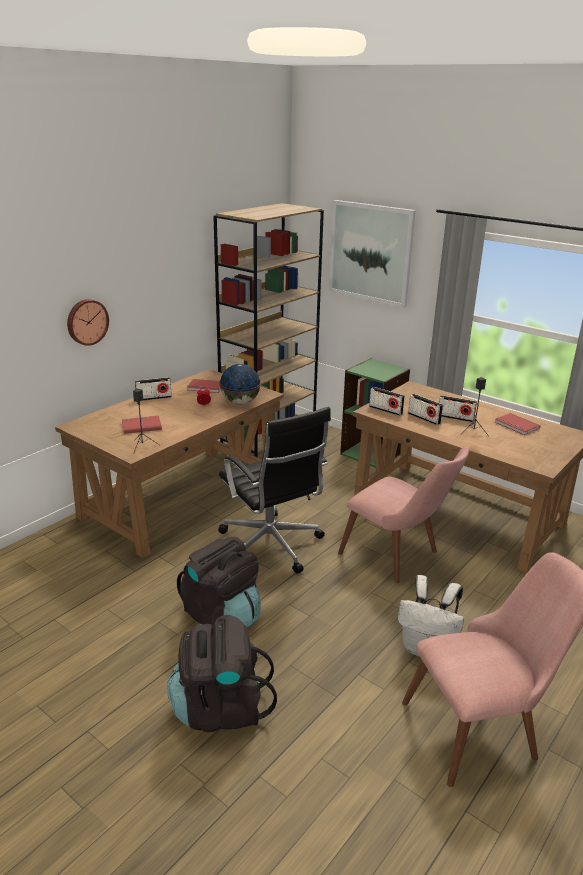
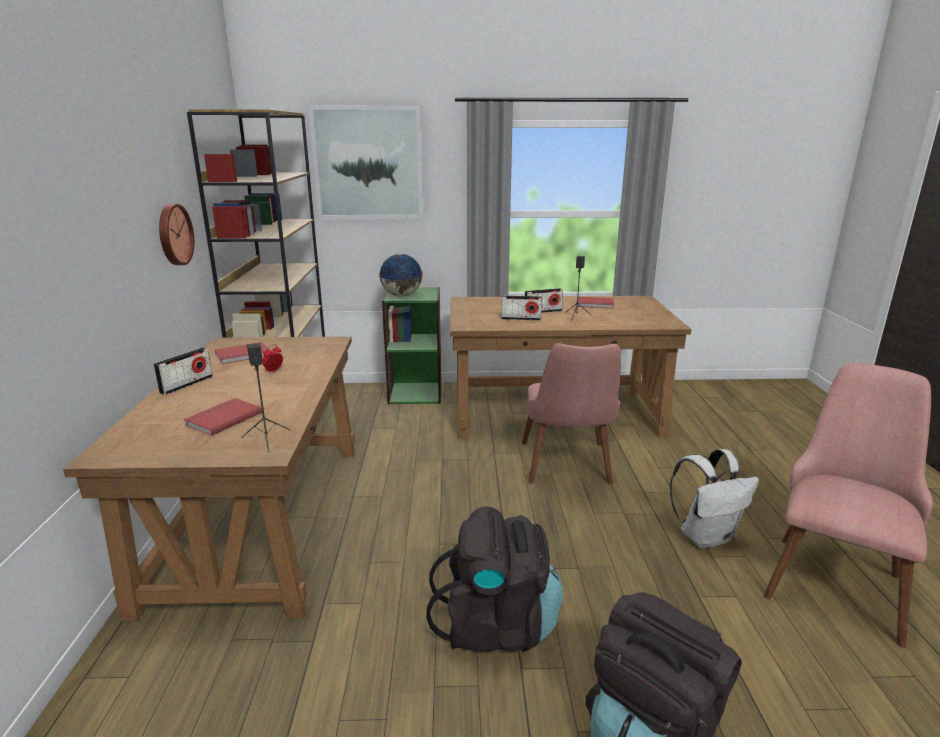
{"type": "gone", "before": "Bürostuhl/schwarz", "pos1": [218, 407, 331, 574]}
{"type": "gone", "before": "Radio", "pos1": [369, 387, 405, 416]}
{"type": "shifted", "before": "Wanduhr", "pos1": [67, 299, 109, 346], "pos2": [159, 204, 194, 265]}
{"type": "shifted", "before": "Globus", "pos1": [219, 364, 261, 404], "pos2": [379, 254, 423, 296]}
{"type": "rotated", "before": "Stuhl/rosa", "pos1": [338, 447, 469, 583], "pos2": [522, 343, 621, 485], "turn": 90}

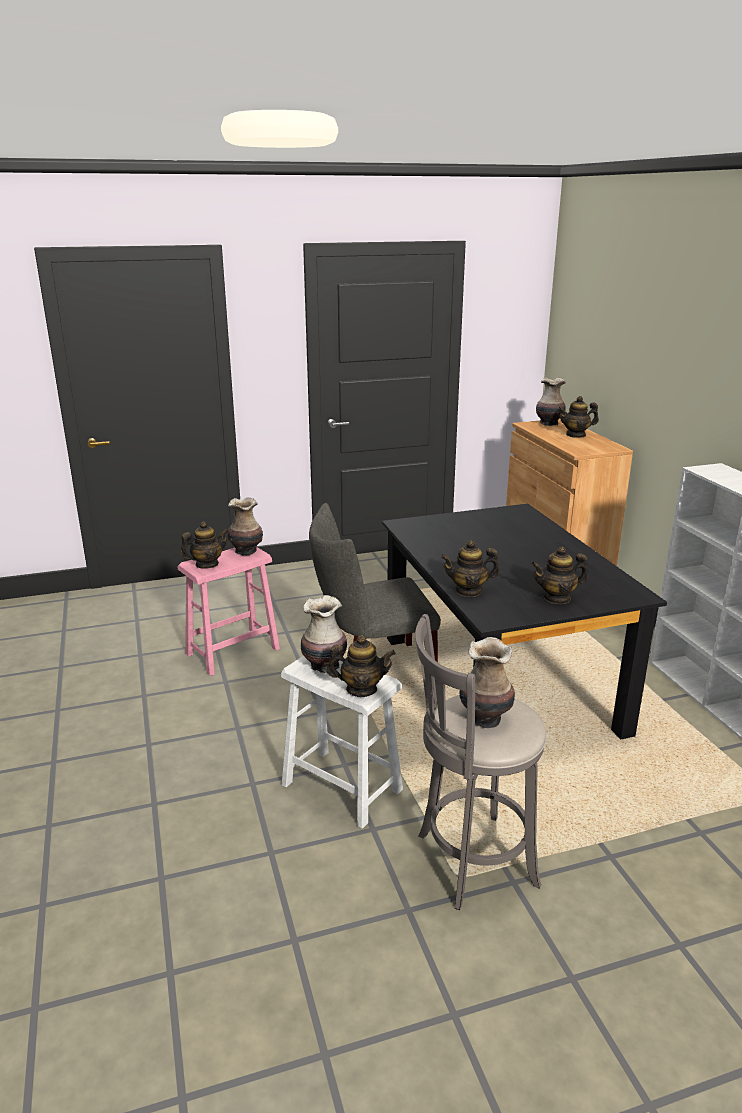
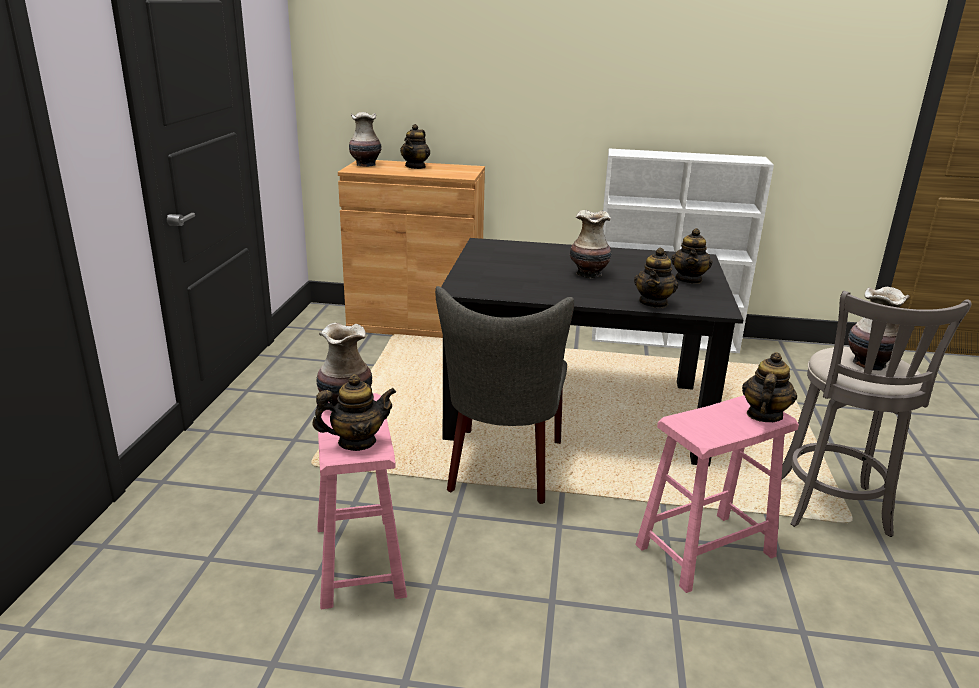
{"type": "shifted", "before": "Vase", "pos1": [301, 595, 347, 673], "pos2": [570, 210, 611, 279]}
{"type": "repainted", "before": "Hocker/weiß", "after": "Hocker/rosa", "pos1": [281, 656, 403, 829], "pos2": [635, 395, 799, 593]}
{"type": "rotated", "before": "Teekanne", "pos1": [180, 521, 228, 568], "pos2": [312, 374, 396, 451], "turn": 75}

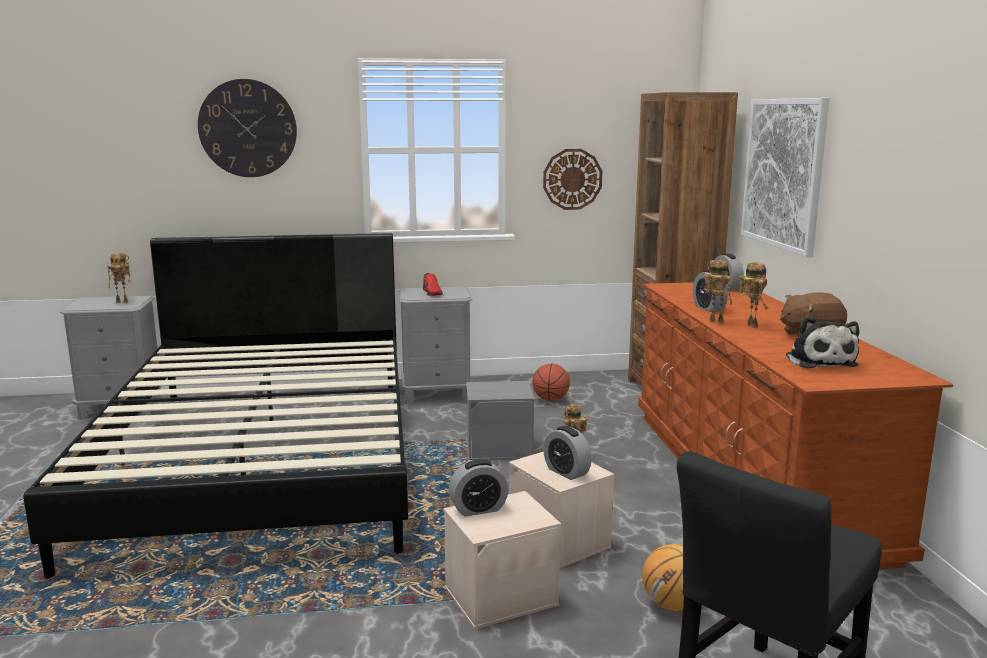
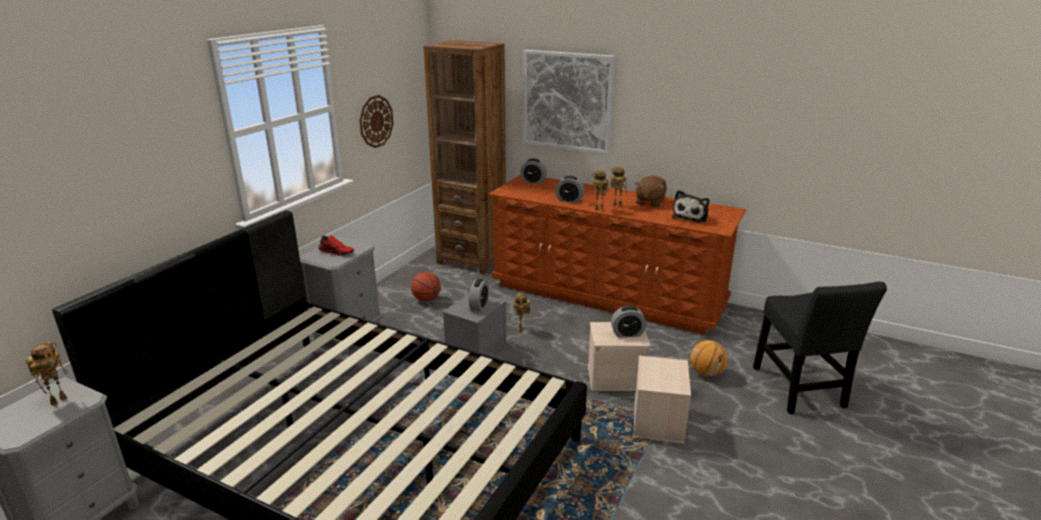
{"type": "gone", "before": "Wanduhr", "pos1": [198, 79, 297, 177]}
{"type": "shifted", "before": "Wecker", "pos1": [449, 459, 508, 517], "pos2": [469, 279, 489, 311]}
{"type": "rotated", "before": "Plüschtier", "pos1": [786, 317, 859, 368], "pos2": [672, 190, 709, 222], "turn": 90}

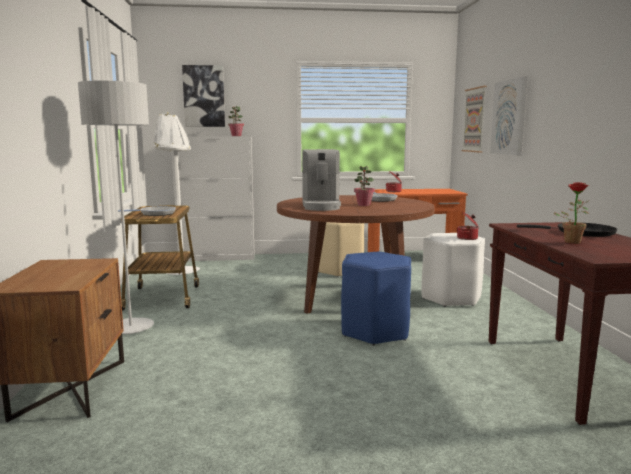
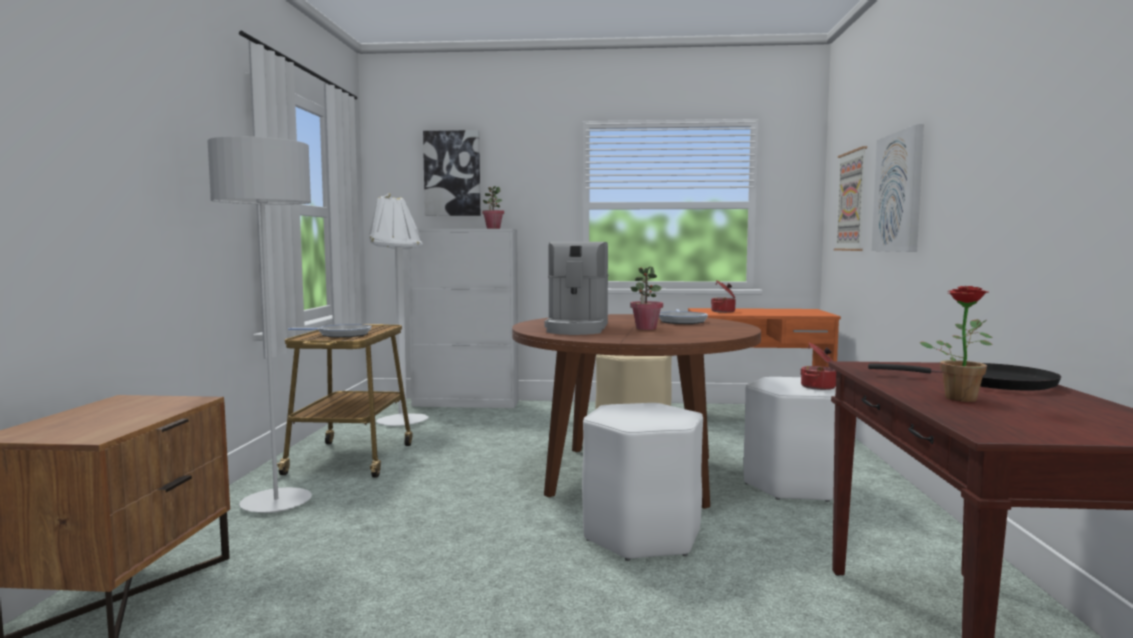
{"type": "repainted", "before": "Hocker/blau", "after": "Hocker/weiß", "pos1": [341, 252, 411, 345], "pos2": [582, 403, 703, 561]}

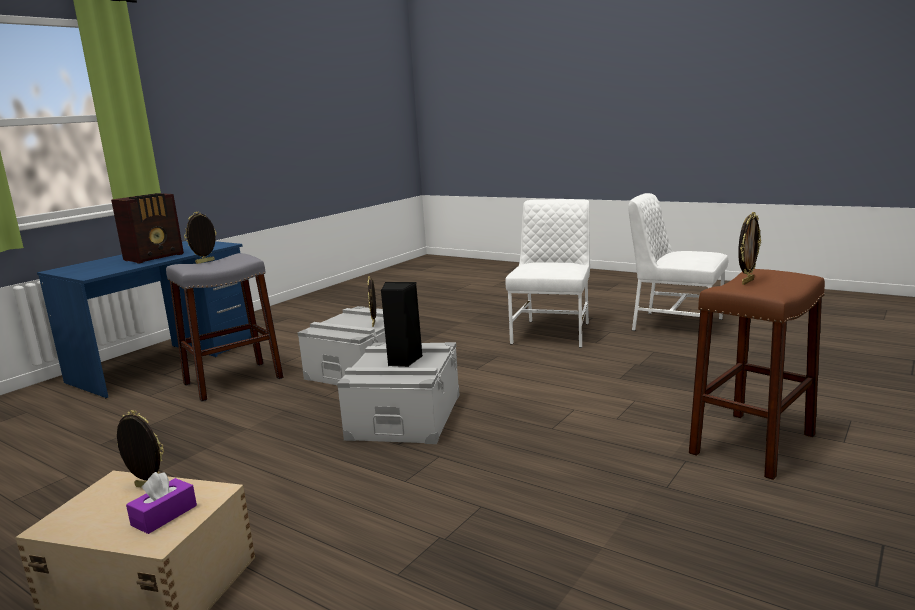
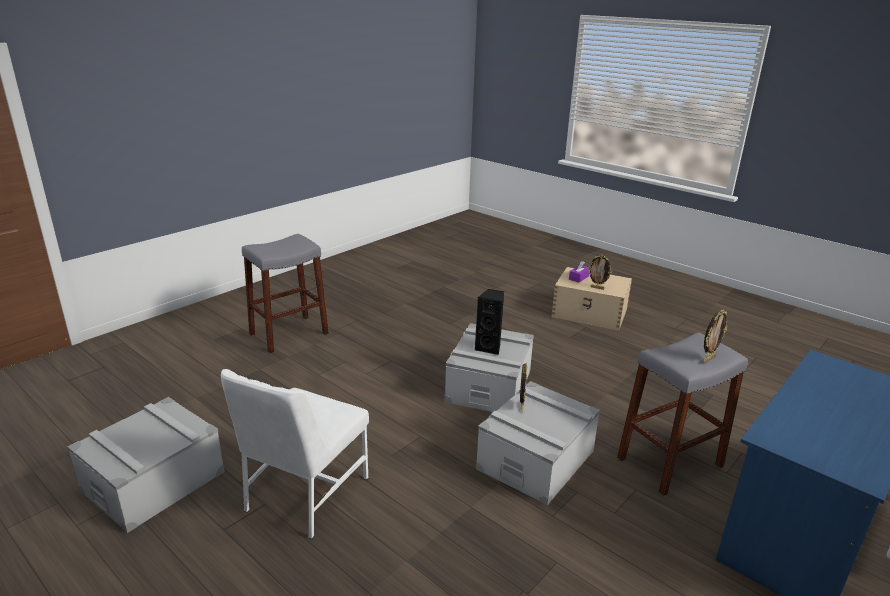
{"type": "gone", "before": "Radio", "pos1": [111, 193, 184, 264]}
{"type": "gone", "before": "Bilderrahmen", "pos1": [738, 212, 761, 285]}
{"type": "swapped", "before": "Stuhl/weiß", "after": "Aufbewahrungsbox/grau", "pos1": [628, 193, 728, 331], "pos2": [67, 397, 224, 533]}
{"type": "repainted", "before": "Hocker/braun", "after": "Hocker/grau", "pos1": [689, 269, 825, 480], "pos2": [242, 234, 329, 353]}

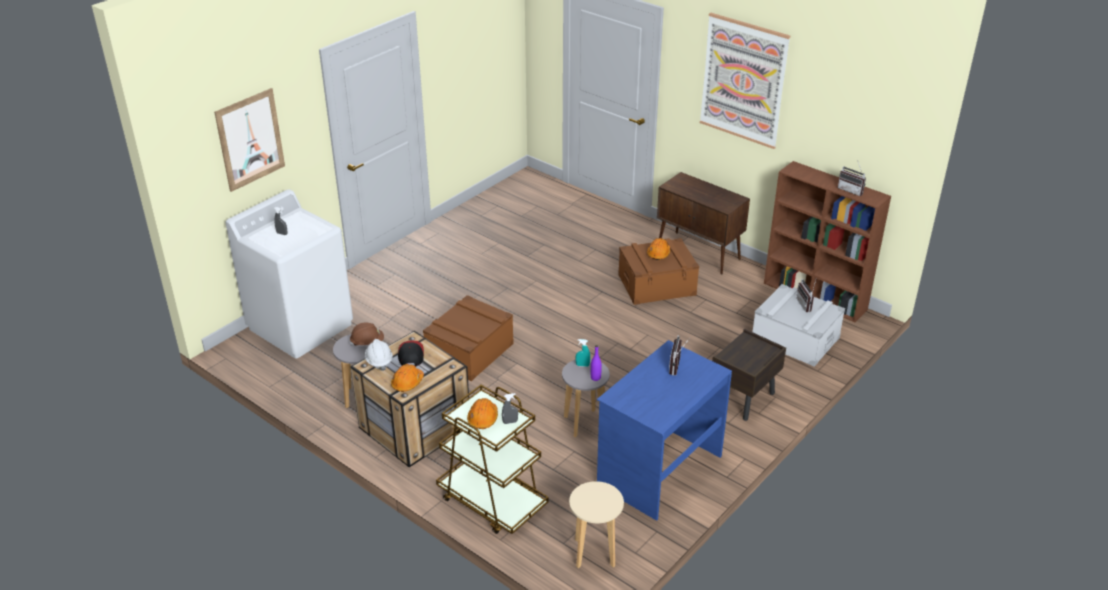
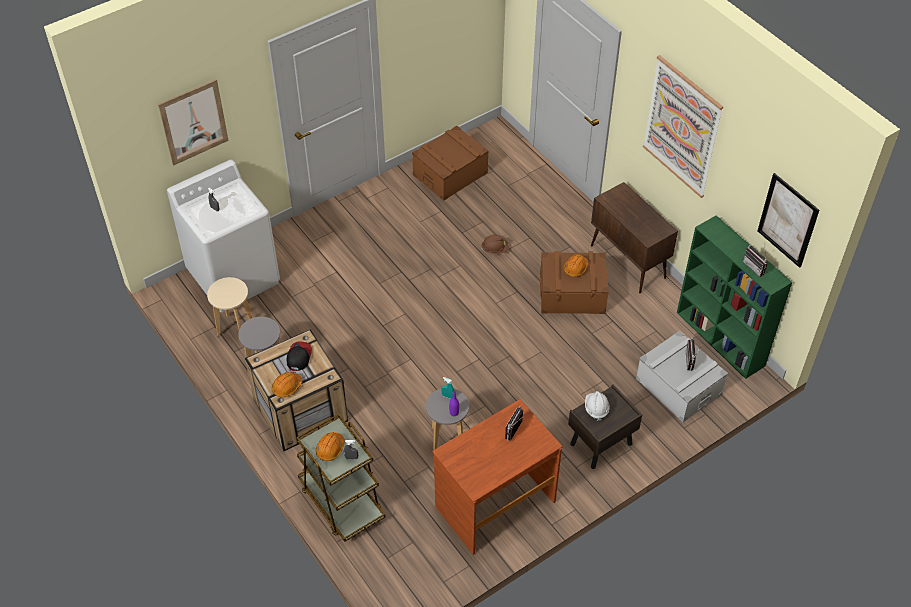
{"type": "new", "after": "Bild", "pos2": [758, 173, 819, 268]}
{"type": "shifted", "before": "Schutzhelm/braun", "pos1": [350, 322, 384, 345], "pos2": [481, 235, 509, 254]}
{"type": "shifted", "before": "Schutzhelm/weiß", "pos1": [365, 339, 393, 371], "pos2": [585, 391, 610, 421]}
{"type": "shifted", "before": "Aufbewahrungsbox/braun", "pos1": [423, 295, 514, 381], "pos2": [412, 126, 488, 201]}
{"type": "shifted", "before": "Hocker/beige", "pos1": [569, 481, 624, 568], "pos2": [207, 277, 252, 336]}
{"type": "repainted", "before": "Schreibtisch/blau", "after": "Schreibtisch/braun", "pos1": [597, 340, 732, 521], "pos2": [432, 399, 563, 555]}
{"type": "repainted", "before": "Bücherregal/braun", "after": "Bücherregal/grün", "pos1": [764, 161, 891, 322], "pos2": [677, 215, 792, 379]}

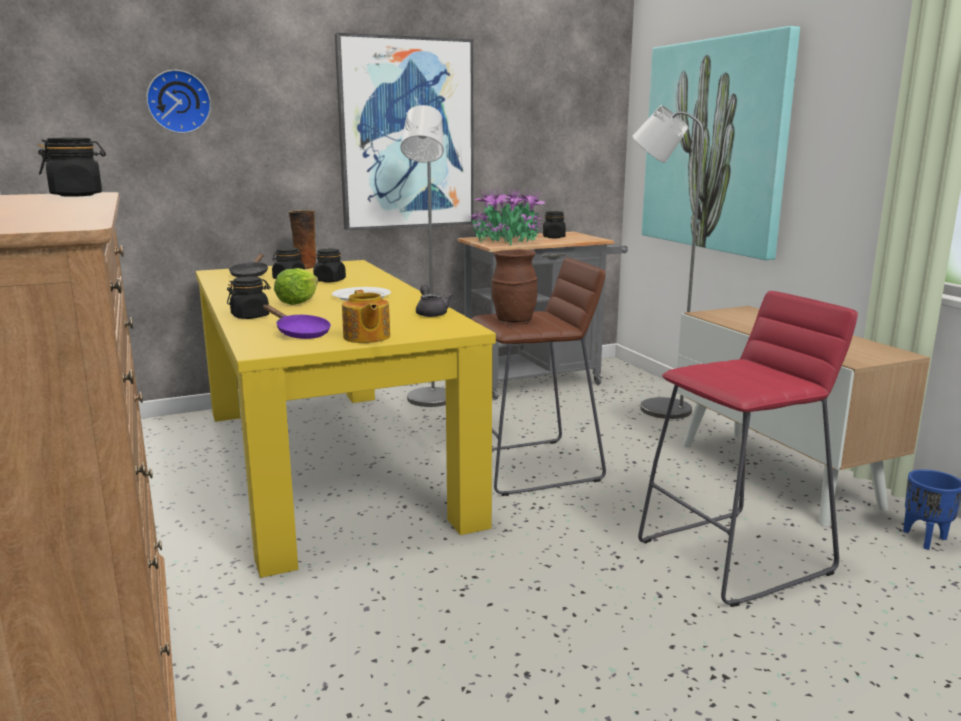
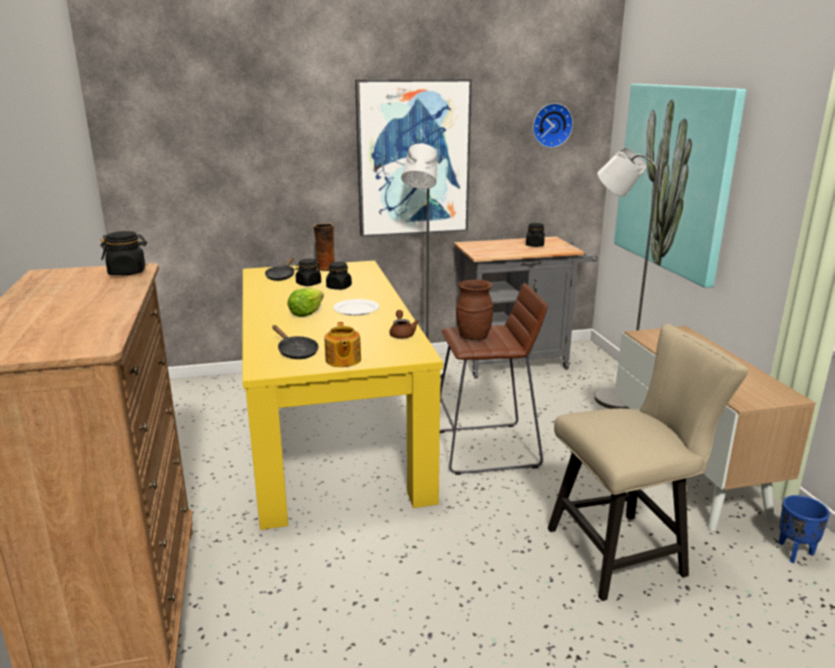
{"type": "gone", "before": "Vorratsglas/schwarz", "pos1": [227, 276, 271, 319]}
{"type": "gone", "before": "Topfpflanze", "pos1": [468, 187, 546, 245]}
{"type": "shifted", "before": "Wanduhr", "pos1": [146, 70, 211, 133], "pos2": [533, 103, 573, 148]}
{"type": "swapped", "before": "Hocker/rot", "after": "Stuhl/beige", "pos1": [638, 291, 858, 607], "pos2": [548, 324, 748, 601]}
{"type": "repainted", "before": "Pfanne/lila", "after": "Pfanne/schwarz", "pos1": [263, 305, 331, 339], "pos2": [272, 325, 319, 359]}
{"type": "repainted", "before": "Teekanne/grau", "after": "Teekanne/braun", "pos1": [416, 285, 452, 317], "pos2": [389, 310, 419, 339]}

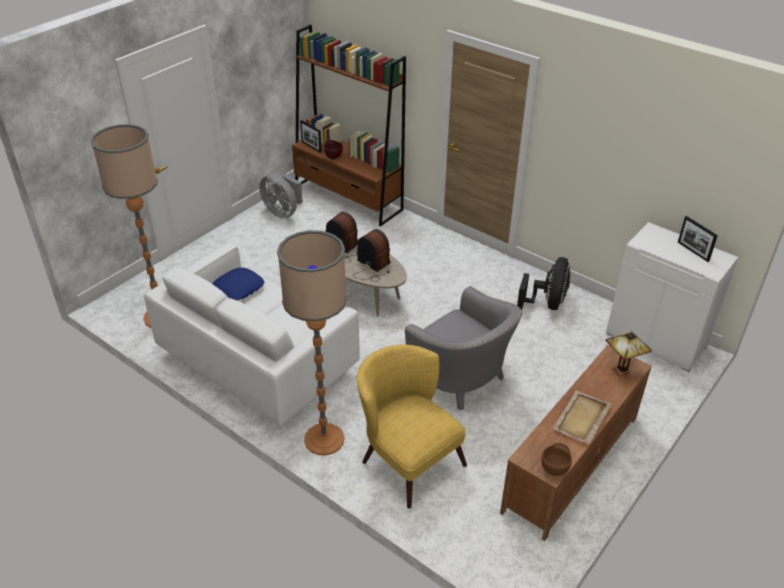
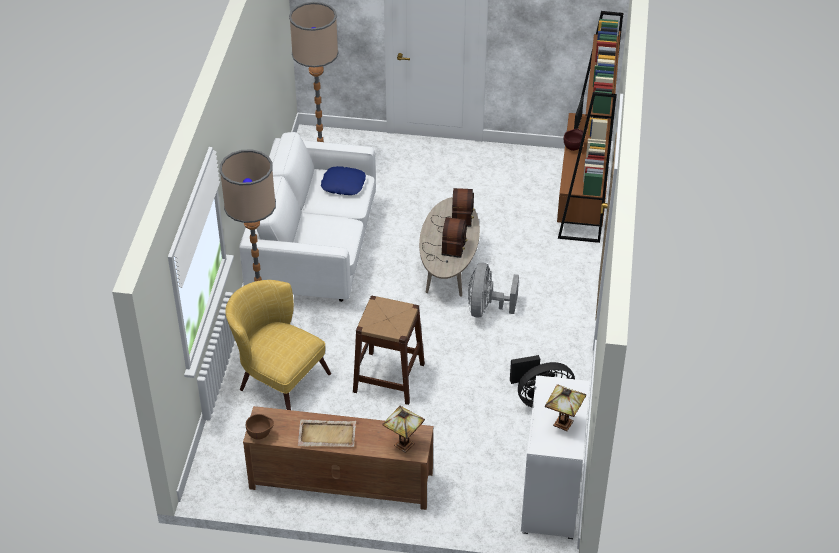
{"type": "shifted", "before": "Ventilator/grau", "pos1": [259, 174, 303, 218], "pos2": [468, 262, 519, 318]}
{"type": "swapped", "before": "Sessel/grau", "after": "Hocker/braun", "pos1": [405, 286, 522, 410], "pos2": [353, 296, 425, 405]}
{"type": "swapped", "before": "Bilderrahmen", "after": "Tischlampe", "pos1": [678, 216, 718, 262], "pos2": [545, 384, 586, 431]}
{"type": "rotated", "before": "Sessel/gelb", "pos1": [357, 345, 467, 508], "pos2": [225, 280, 331, 410], "turn": -75}

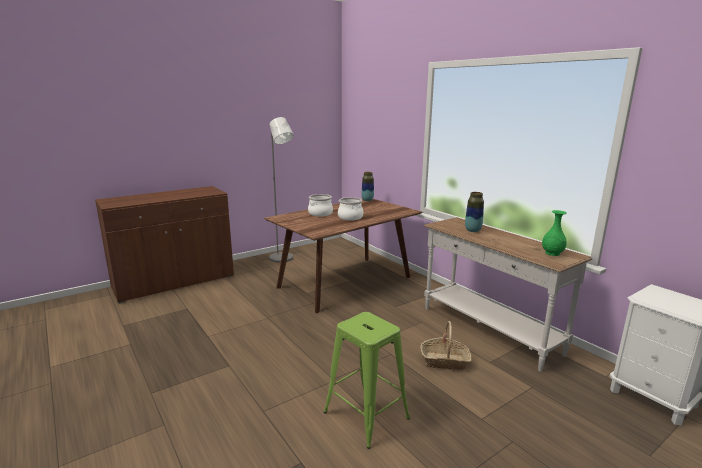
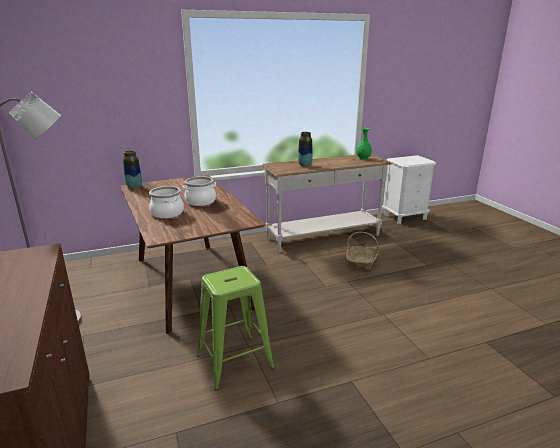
{"type": "shifted", "before": "Hocker/grün", "pos1": [323, 312, 410, 449], "pos2": [197, 266, 275, 390]}

